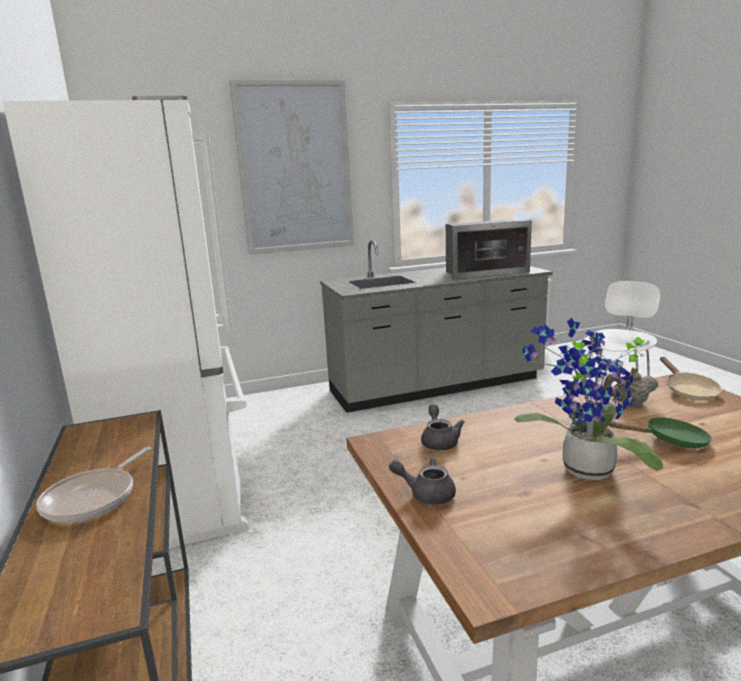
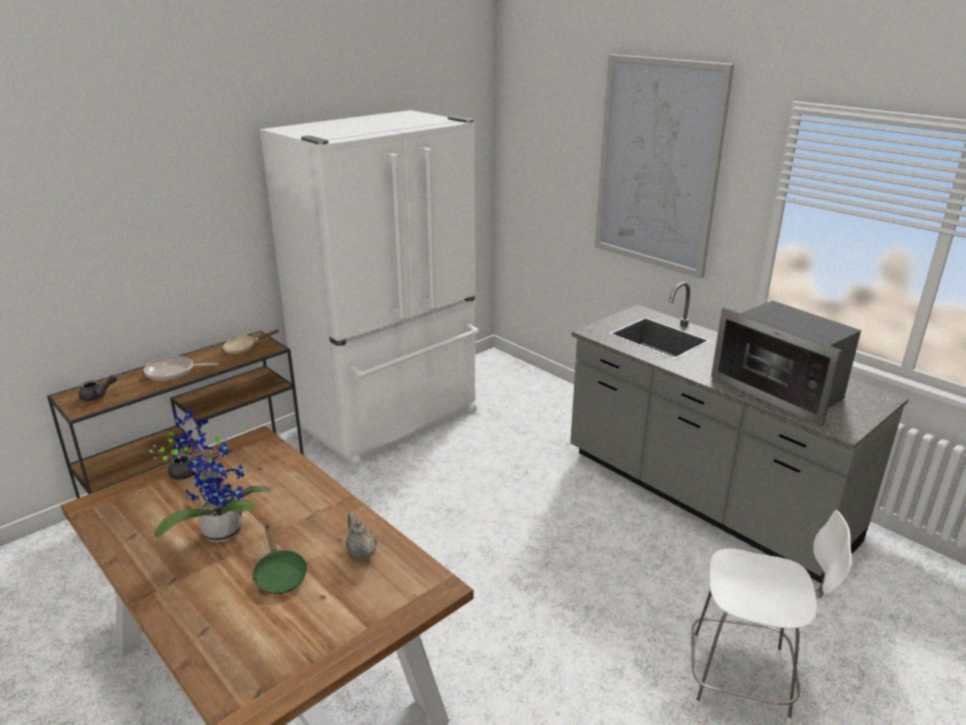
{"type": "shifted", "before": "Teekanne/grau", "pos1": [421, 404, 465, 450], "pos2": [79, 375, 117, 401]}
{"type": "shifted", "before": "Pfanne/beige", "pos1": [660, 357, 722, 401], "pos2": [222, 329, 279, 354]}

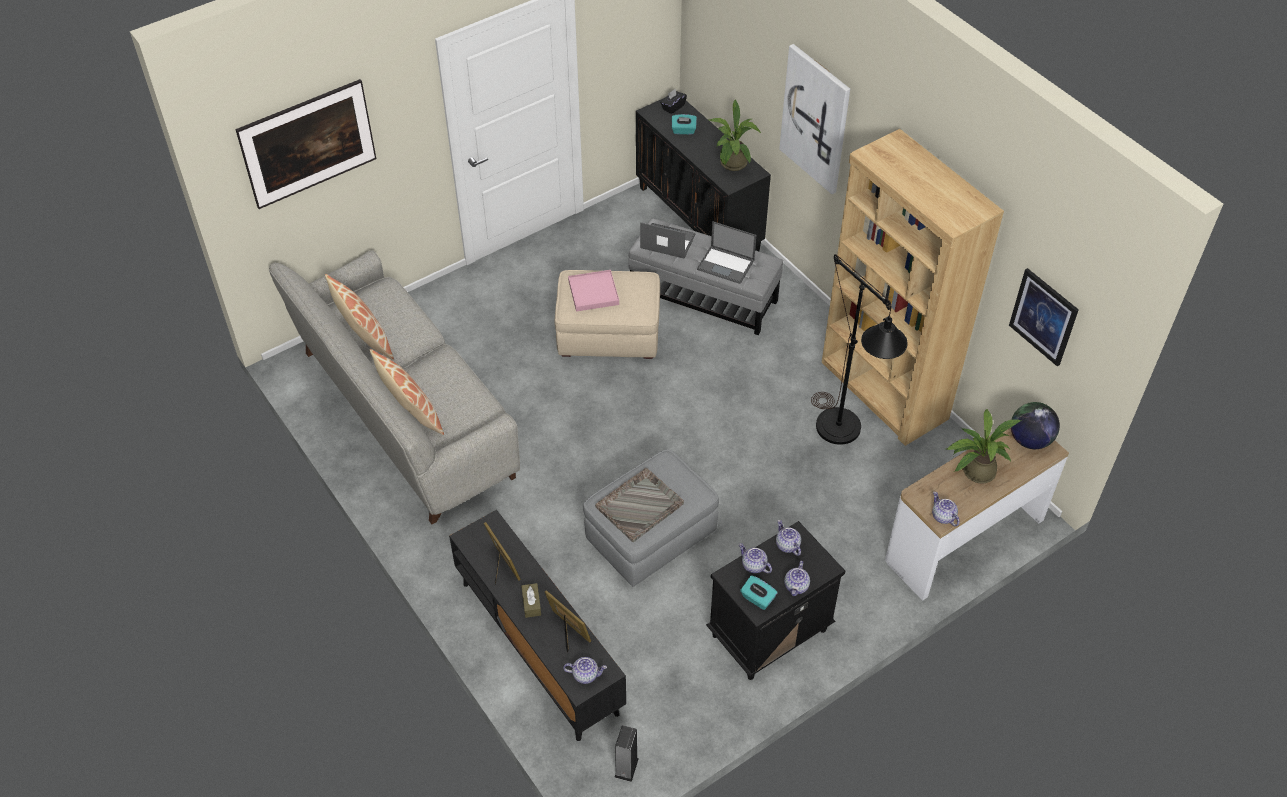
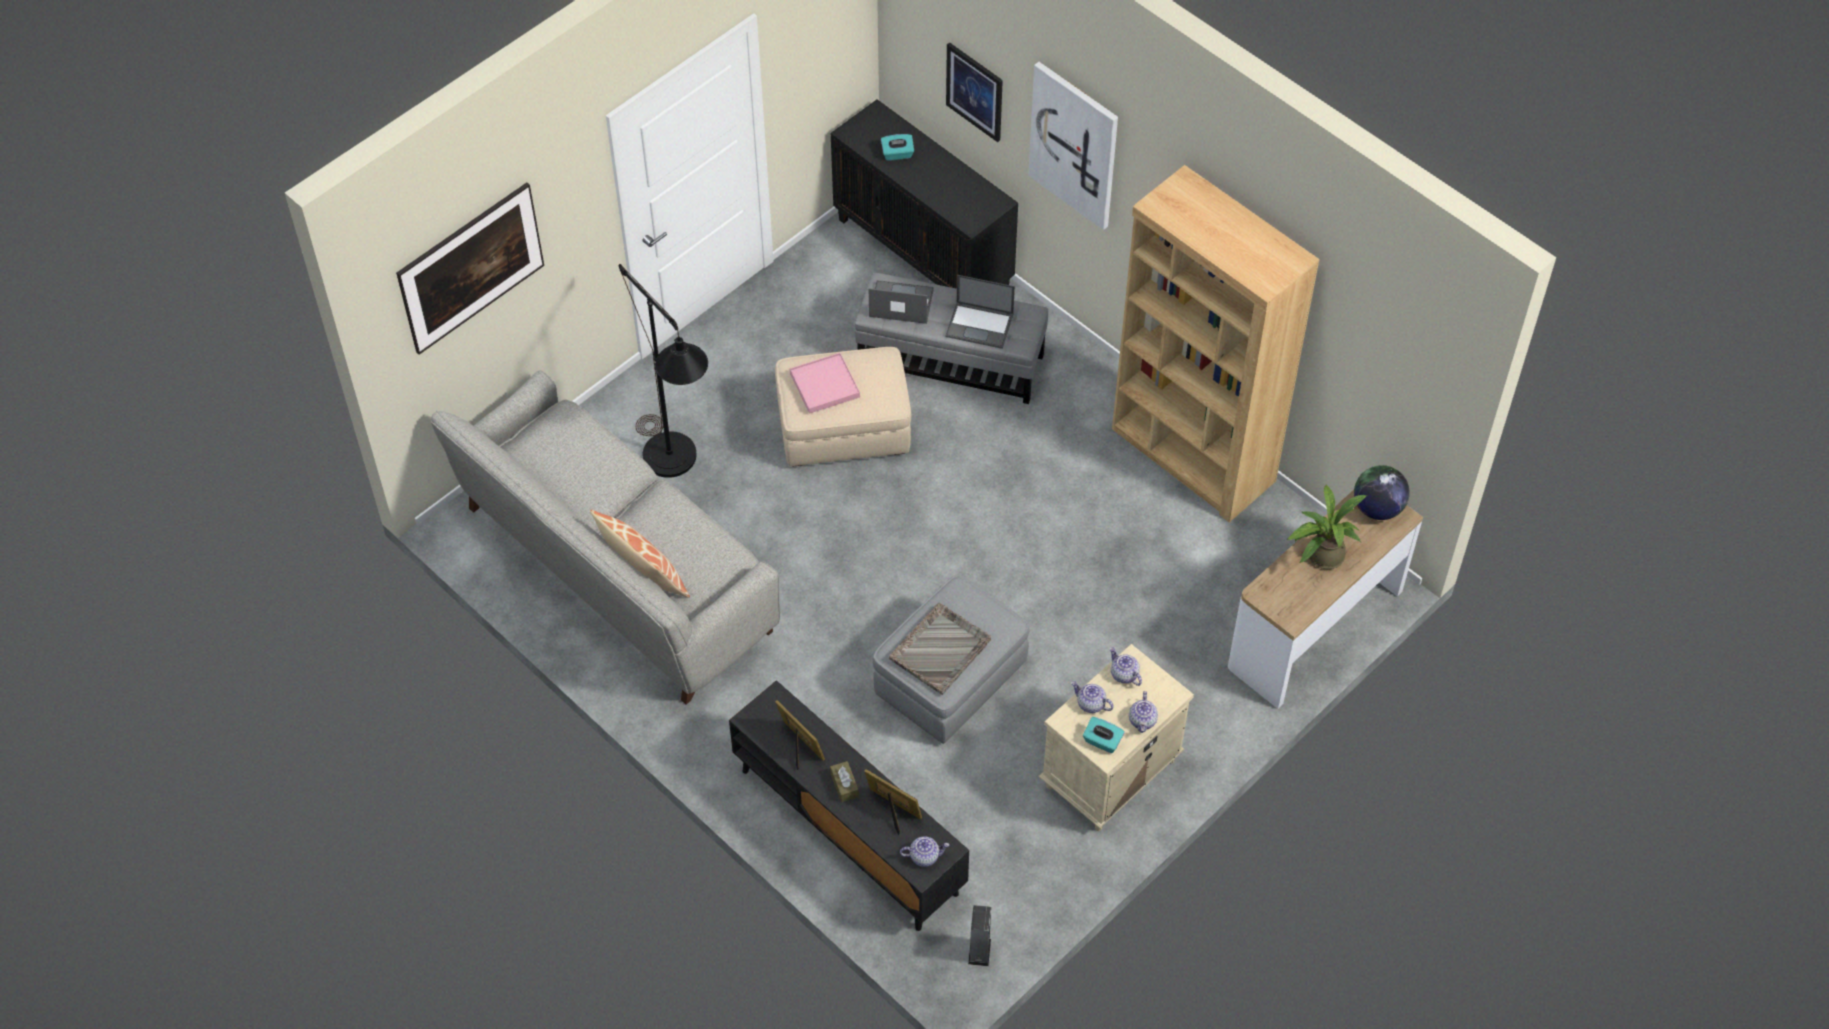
{"type": "gone", "before": "Kissen", "pos1": [325, 274, 394, 360]}
{"type": "gone", "before": "Taschentuchbox/schwarz", "pos1": [660, 89, 687, 114]}
{"type": "gone", "before": "Topfpflanze", "pos1": [708, 99, 761, 171]}
{"type": "gone", "before": "Teekanne", "pos1": [932, 492, 960, 527]}
{"type": "shifted", "before": "Stehlampe/schwarz", "pos1": [811, 254, 908, 445], "pos2": [619, 264, 708, 478]}
{"type": "shifted", "before": "Bild", "pos1": [1009, 268, 1079, 366], "pos2": [946, 42, 1003, 142]}
{"type": "repainted", "before": "Nachttisch/schwarz", "after": "Nachttisch/beige", "pos1": [706, 521, 845, 680], "pos2": [1039, 644, 1194, 831]}

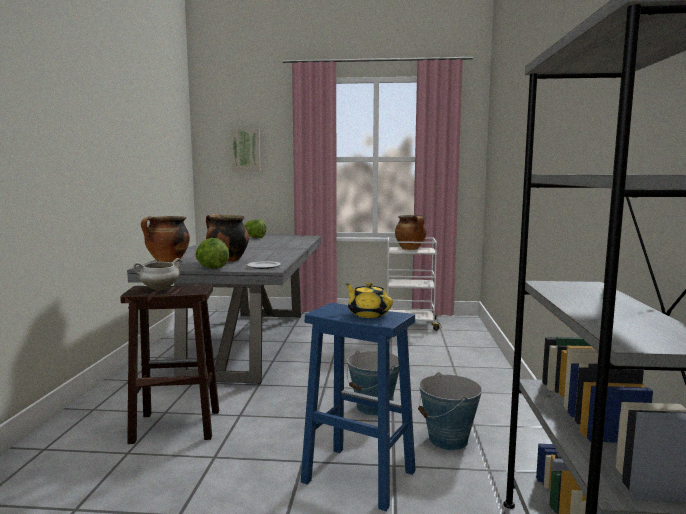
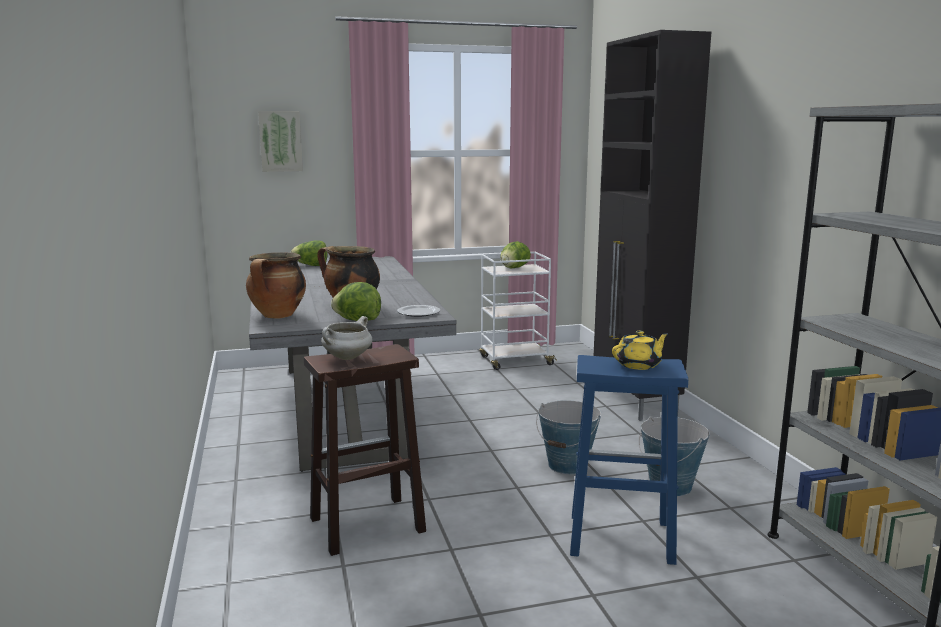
{"type": "new", "after": "Schrank/schwarz", "pos2": [594, 30, 711, 421]}
{"type": "swapped", "before": "Kochtopf", "after": "Salatkopf", "pos1": [395, 215, 427, 250], "pos2": [500, 241, 531, 268]}
{"type": "rotated", "before": "Teekanne/gelb", "pos1": [346, 282, 393, 318], "pos2": [612, 331, 669, 370], "turn": 120}

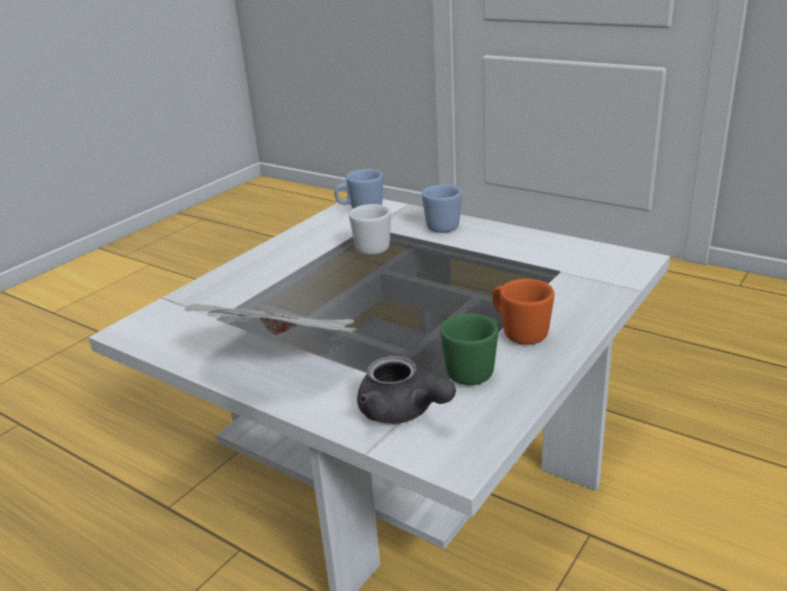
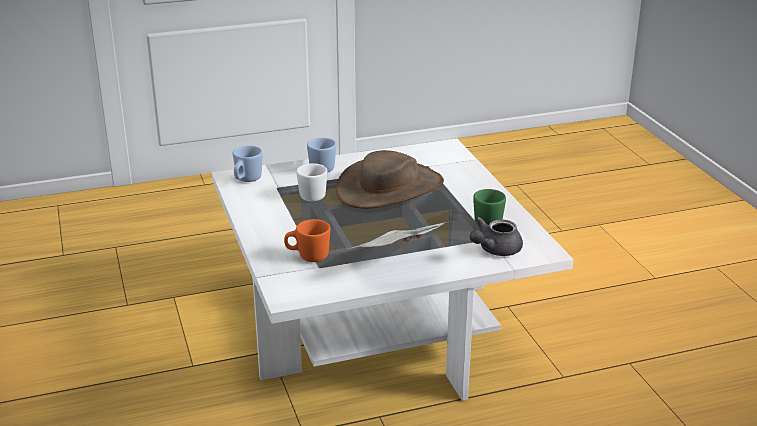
{"type": "new", "after": "Hut/braun", "pos2": [336, 150, 444, 209]}
{"type": "shifted", "before": "Henkelbecher/orange", "pos1": [492, 279, 554, 345], "pos2": [284, 219, 331, 262]}
{"type": "rotated", "before": "Teekanne/grau", "pos1": [357, 356, 456, 424], "pos2": [470, 217, 523, 256], "turn": 150}

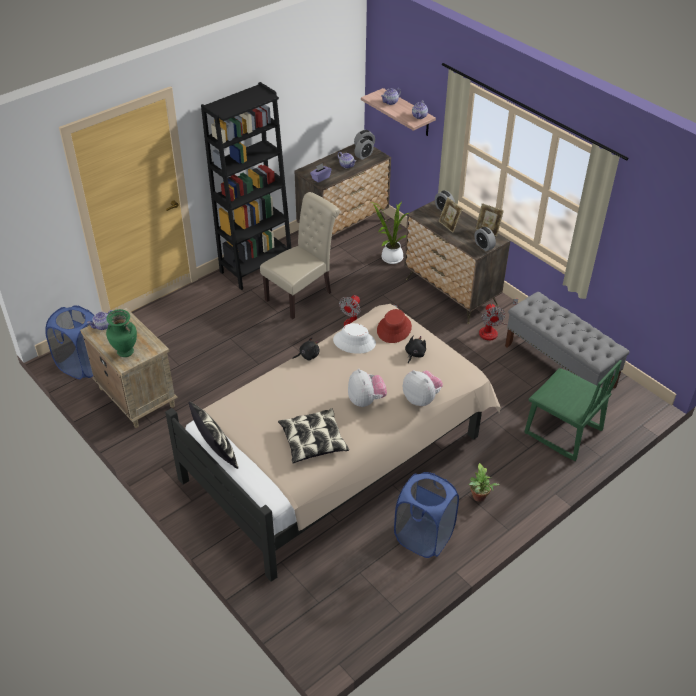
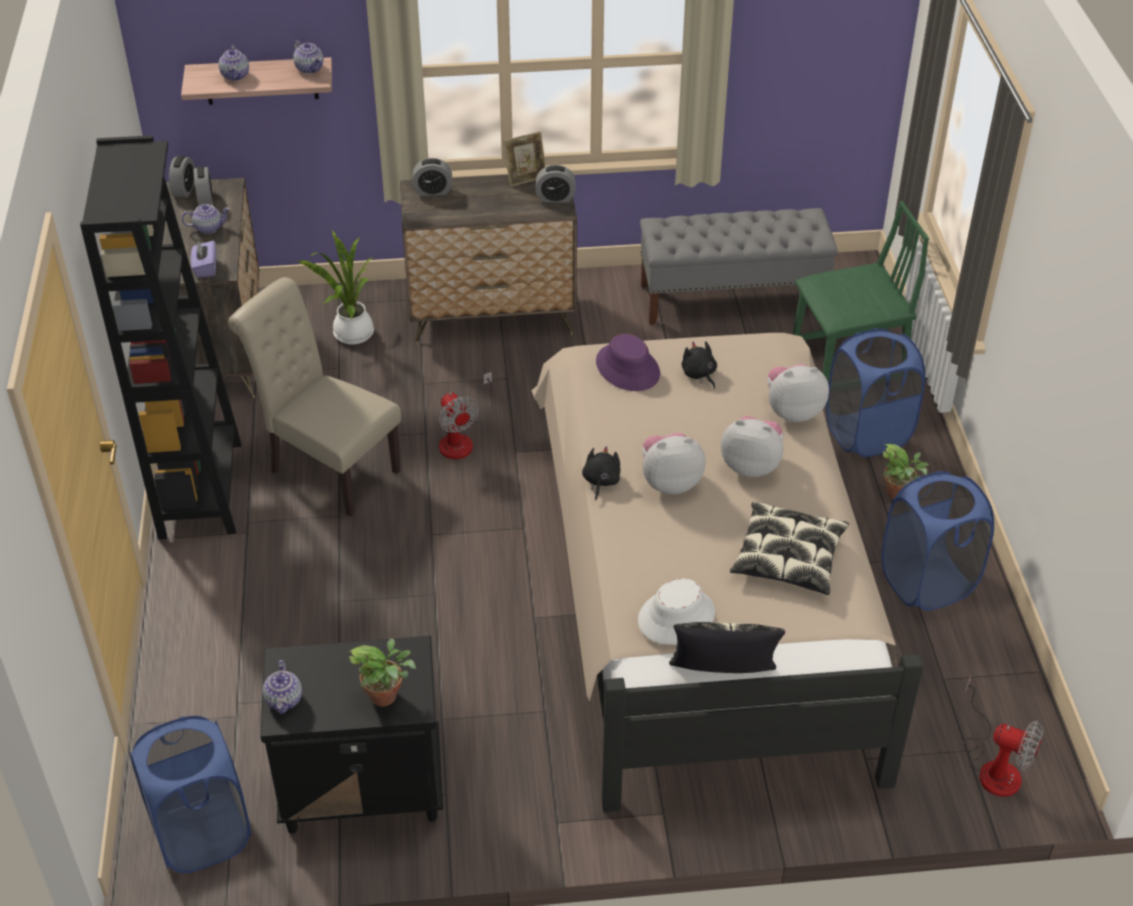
{"type": "gone", "before": "Bilderrahmen", "pos1": [439, 197, 462, 233]}
{"type": "new", "after": "Plüschtier", "pos2": [642, 432, 706, 494]}
{"type": "new", "after": "Wäschekorb/blau", "pos2": [826, 328, 925, 457]}
{"type": "shifted", "before": "Hut/weiß", "pos1": [333, 323, 376, 354], "pos2": [638, 578, 715, 645]}
{"type": "shifted", "before": "Ventilator", "pos1": [479, 299, 518, 340], "pos2": [963, 676, 1044, 797]}
{"type": "swapped", "before": "Vase/grün", "after": "Topfpflanze", "pos1": [106, 309, 137, 357], "pos2": [349, 639, 416, 707]}
{"type": "repainted", "before": "Nachttisch/beige", "after": "Nachttisch/schwarz", "pos1": [80, 308, 178, 428], "pos2": [261, 636, 443, 834]}
{"type": "repainted", "before": "Hut/rot", "after": "Hut/lila", "pos1": [377, 309, 412, 343], "pos2": [596, 334, 660, 391]}
{"type": "rotated", "before": "Stuhl/beige", "pos1": [260, 192, 340, 319], "pos2": [228, 277, 401, 517], "turn": -45}

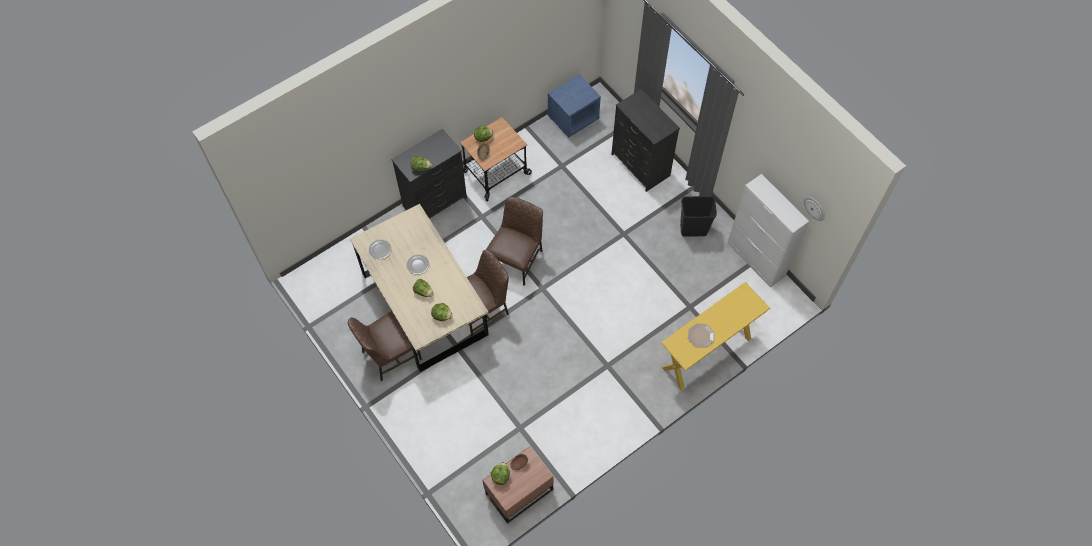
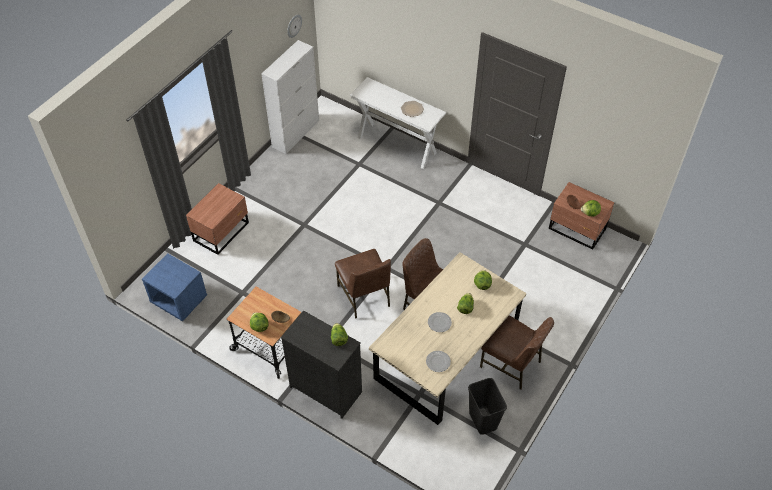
{"type": "shifted", "before": "Mülleimer/schwarz", "pos1": [680, 196, 717, 237], "pos2": [468, 378, 507, 435]}
{"type": "swapped", "before": "Kommode/schwarz", "after": "Nachttisch/braun", "pos1": [611, 89, 680, 192], "pos2": [186, 183, 249, 255]}
{"type": "repainted", "before": "Konsolentisch/gelb", "after": "Konsolentisch/weiß", "pos1": [661, 282, 770, 391], "pos2": [350, 77, 446, 169]}
{"type": "rotated", "before": "Stuhl/braun", "pos1": [486, 197, 543, 286], "pos2": [335, 249, 391, 318], "turn": -120}

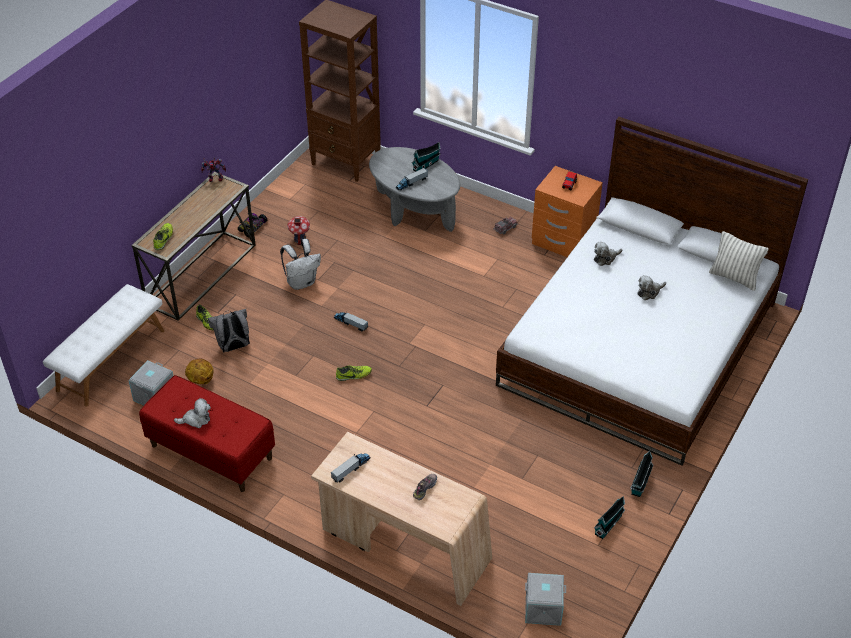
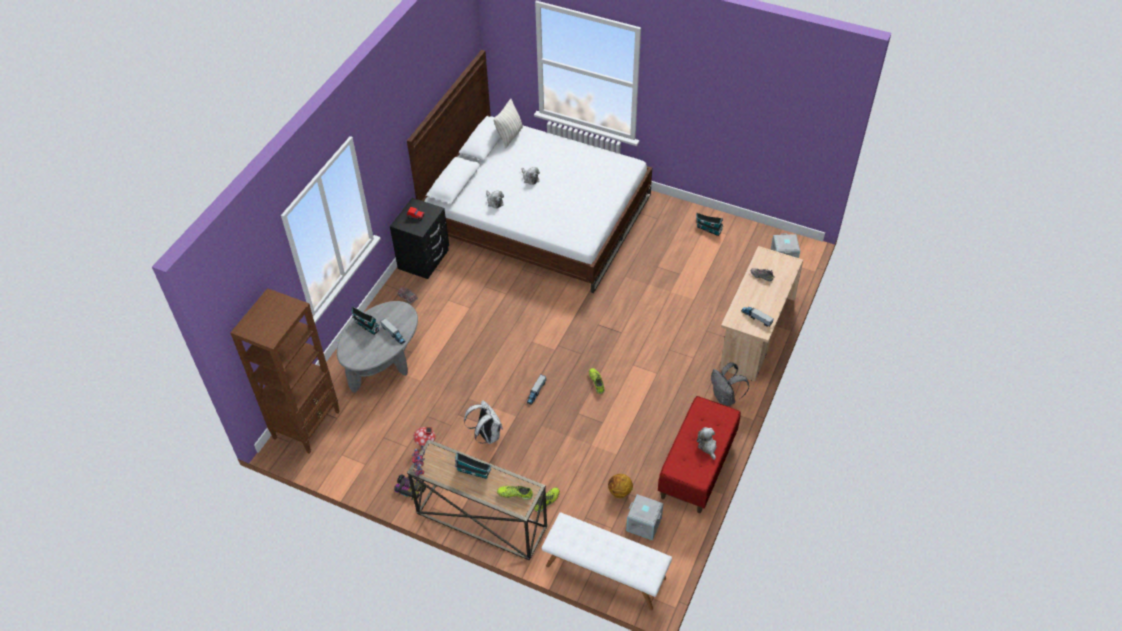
{"type": "shifted", "before": "Rucksack/grau", "pos1": [208, 309, 250, 353], "pos2": [711, 362, 749, 406]}
{"type": "shifted", "before": "Spielzeughaus", "pos1": [630, 450, 654, 497], "pos2": [455, 452, 492, 479]}
{"type": "repainted", "before": "Nachttisch/orange", "after": "Nachttisch/schwarz", "pos1": [532, 166, 603, 257], "pos2": [390, 198, 449, 279]}

